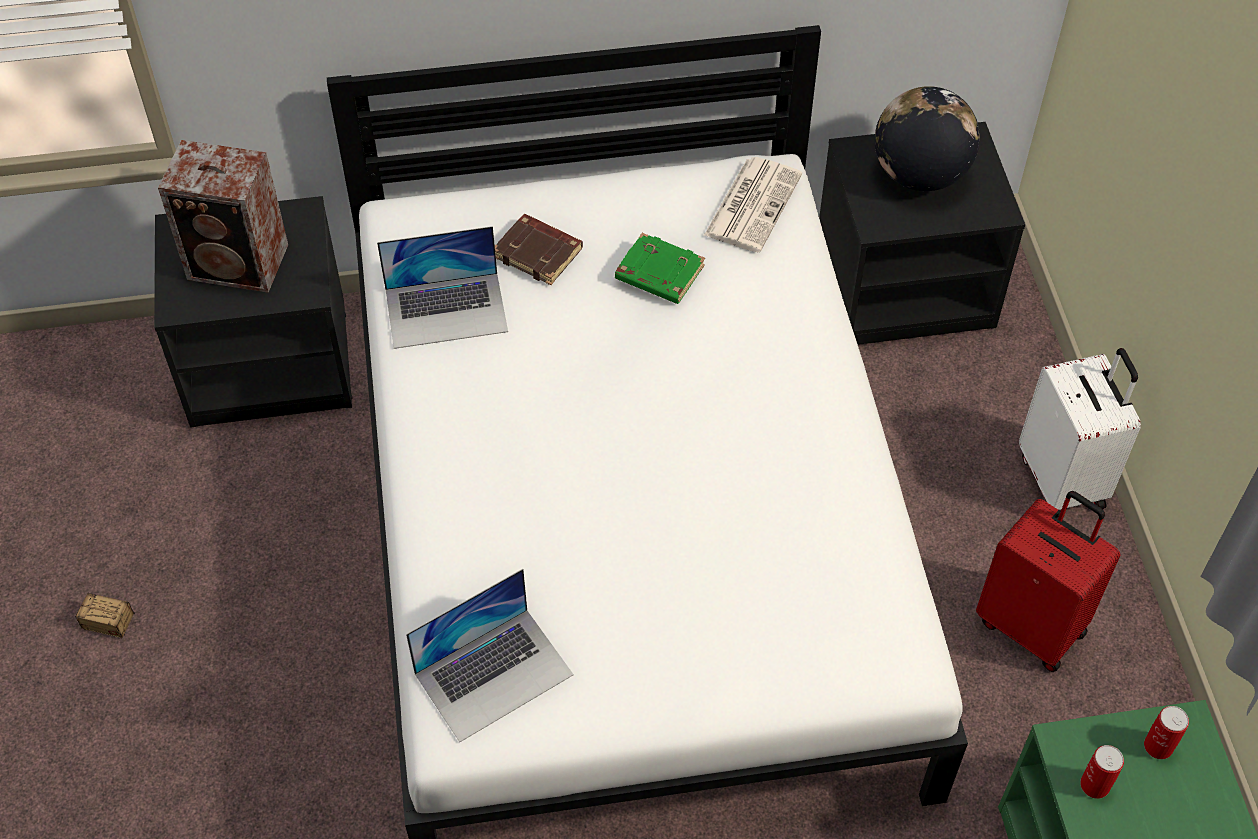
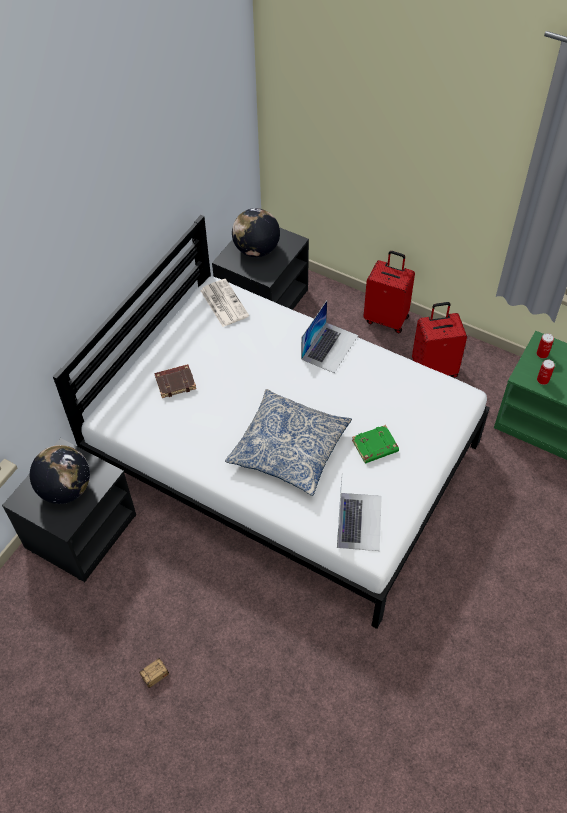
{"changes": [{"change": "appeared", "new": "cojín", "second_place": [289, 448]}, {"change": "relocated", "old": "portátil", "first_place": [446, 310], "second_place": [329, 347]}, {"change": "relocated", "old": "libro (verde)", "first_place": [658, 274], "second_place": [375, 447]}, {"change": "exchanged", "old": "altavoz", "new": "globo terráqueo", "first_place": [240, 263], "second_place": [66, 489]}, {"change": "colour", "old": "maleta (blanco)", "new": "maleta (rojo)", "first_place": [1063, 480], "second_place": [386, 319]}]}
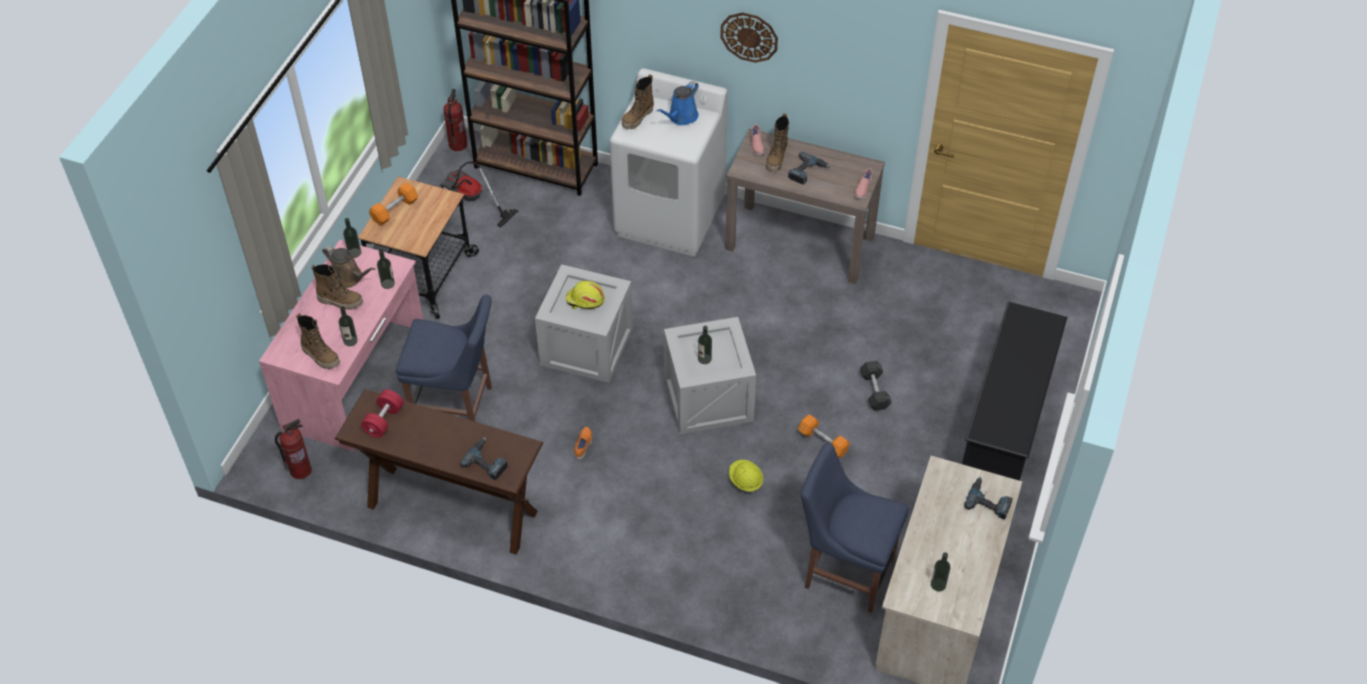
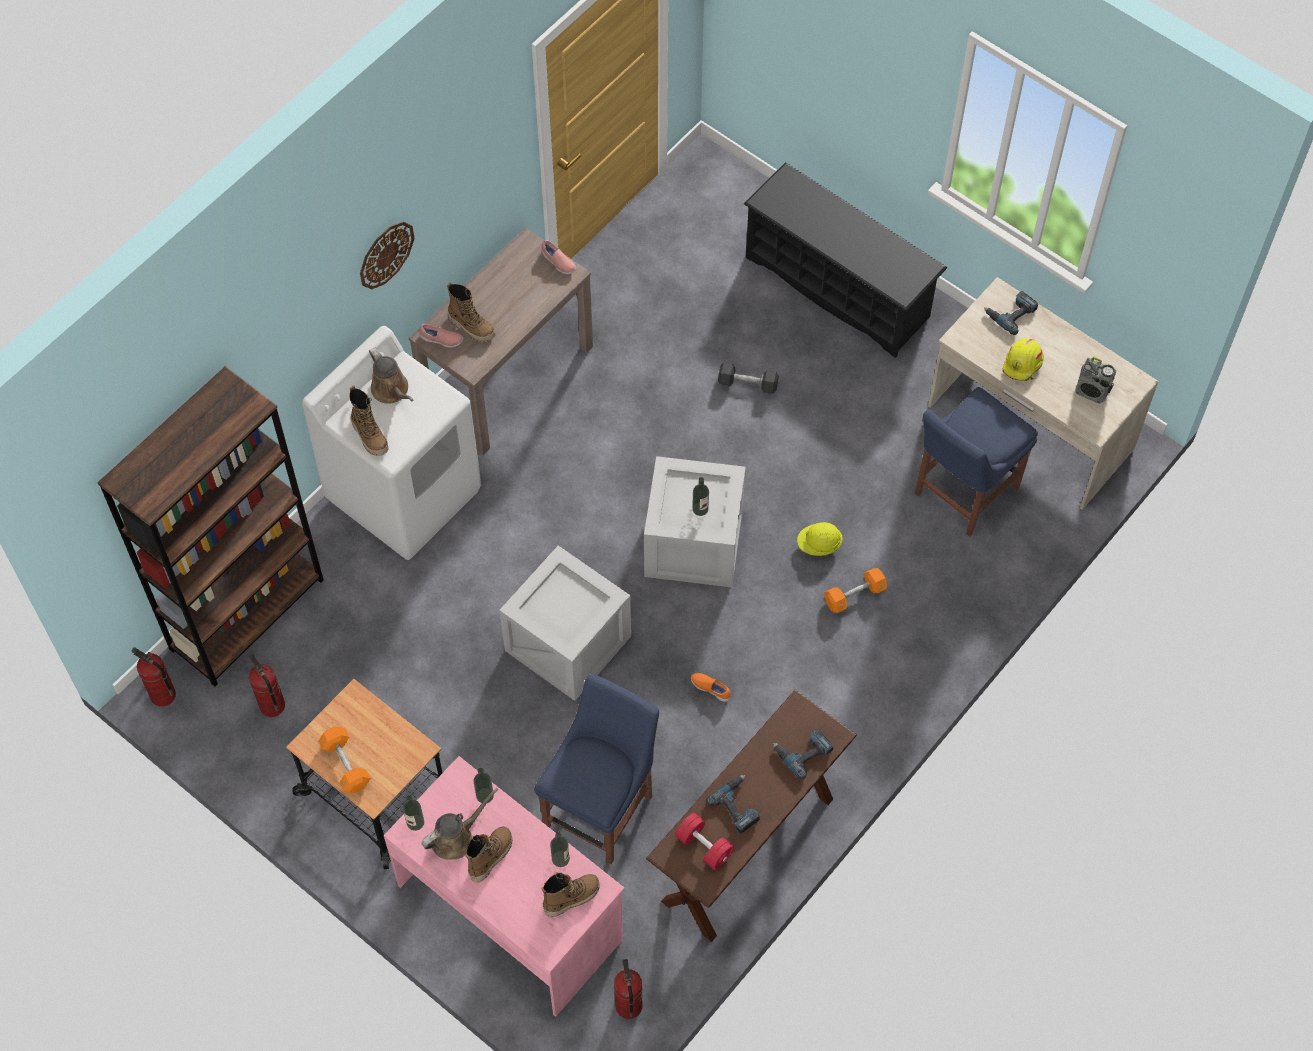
{"changes": [{"change": "relocated", "old": "casco (amarillo)", "first_place": [585, 300], "second_place": [1023, 364]}, {"change": "relocated", "old": "taladro", "first_place": [807, 172], "second_place": [738, 806]}, {"change": "relocated", "old": "mancuerna (naranja)", "first_place": [823, 442], "second_place": [854, 595]}, {"change": "exchanged", "old": "aspiradora", "new": "extintor", "first_place": [471, 200], "second_place": [271, 706]}, {"change": "exchanged", "old": "botella", "new": "radio", "first_place": [938, 584], "second_place": [1092, 392]}, {"change": "colour", "old": "regadera (azul)", "new": "regadera (marrón)", "first_place": [681, 117], "second_place": [392, 390]}]}
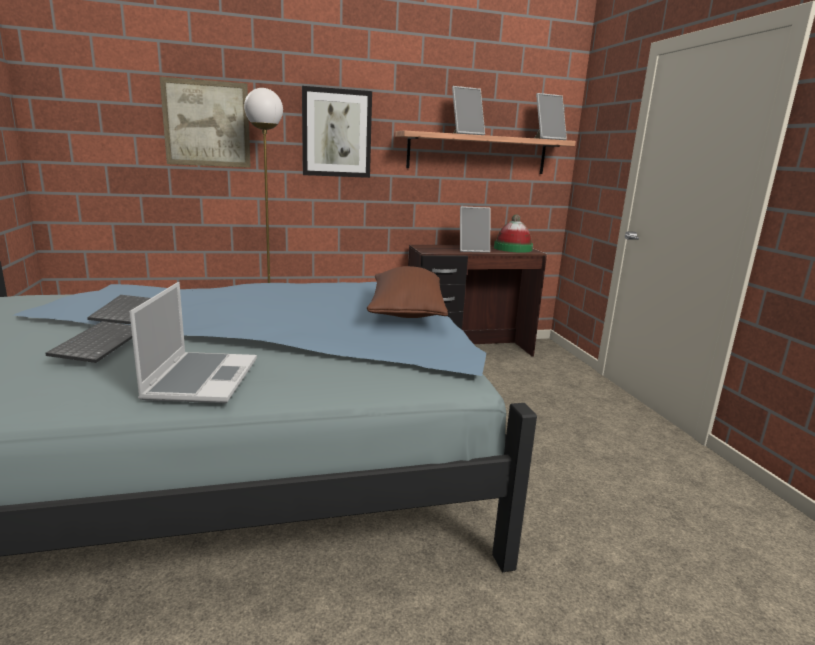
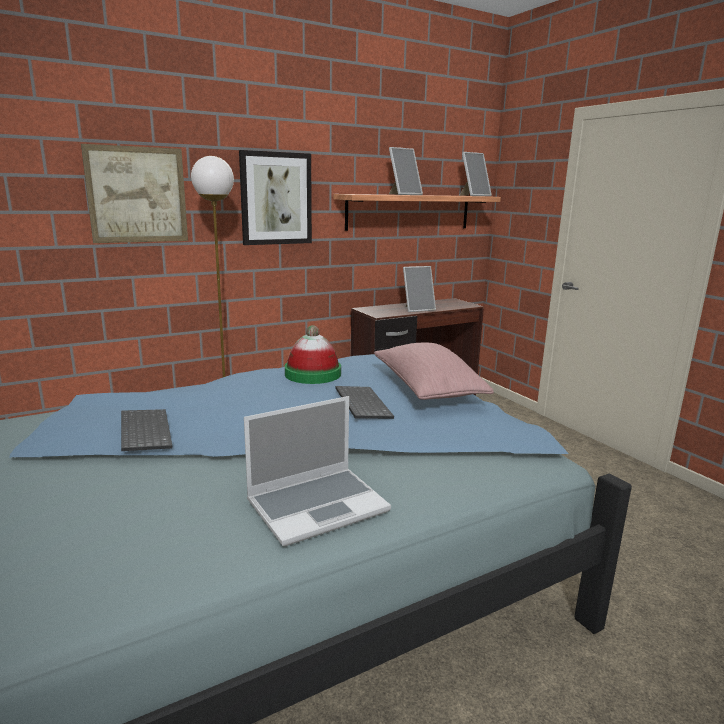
{"changes": [{"change": "relocated", "old": "teclado", "first_place": [98, 343], "second_place": [361, 404]}, {"change": "relocated", "old": "sombrero", "first_place": [513, 248], "second_place": [313, 374]}, {"change": "colour", "old": "cojín (marrón)", "new": "cojín (rosa)", "first_place": [406, 312], "second_place": [426, 389]}, {"change": "spun", "old": "portátil", "first_place": [201, 379], "second_place": [318, 505], "degrees": 75}]}
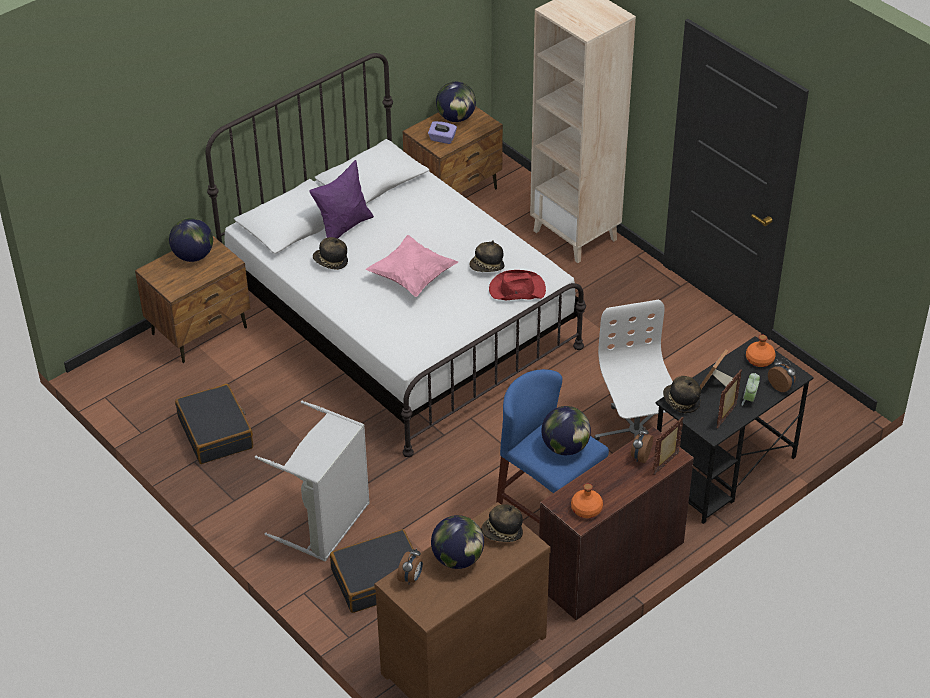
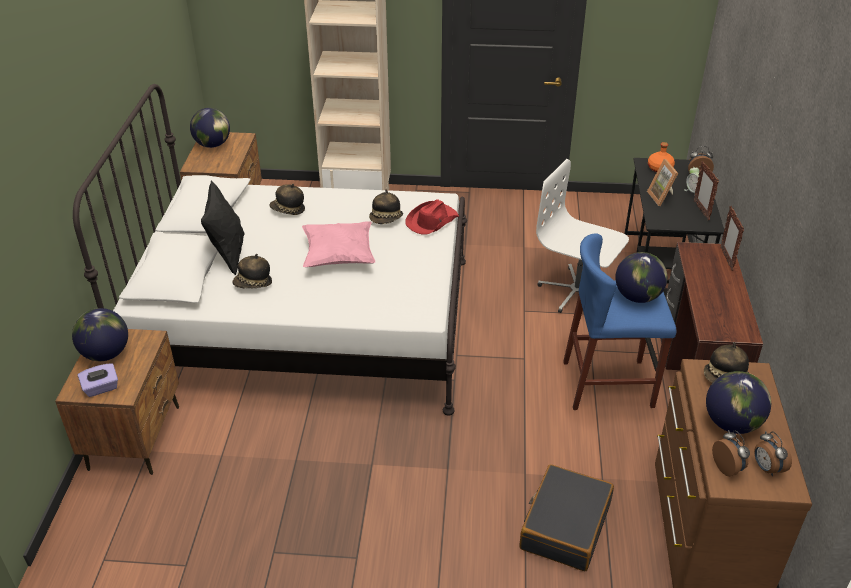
{"changes": [{"change": "missing", "old": "maleta (negro)", "first_place": [216, 432]}, {"change": "missing", "old": "cesto de la ropa (gris)", "first_place": [327, 524]}, {"change": "missing", "old": "botella (naranja)", "first_place": [586, 509]}, {"change": "relocated", "old": "caja de pañuelos (morado)", "first_place": [442, 139], "second_place": [101, 388]}, {"change": "relocated", "old": "despertador", "first_place": [640, 457], "second_place": [766, 468]}, {"change": "relocated", "old": "sombrero", "first_place": [681, 402], "second_place": [288, 210]}, {"change": "colour", "old": "cojín (morado)", "new": "cojín (negro)", "first_place": [343, 227], "second_place": [228, 254]}]}
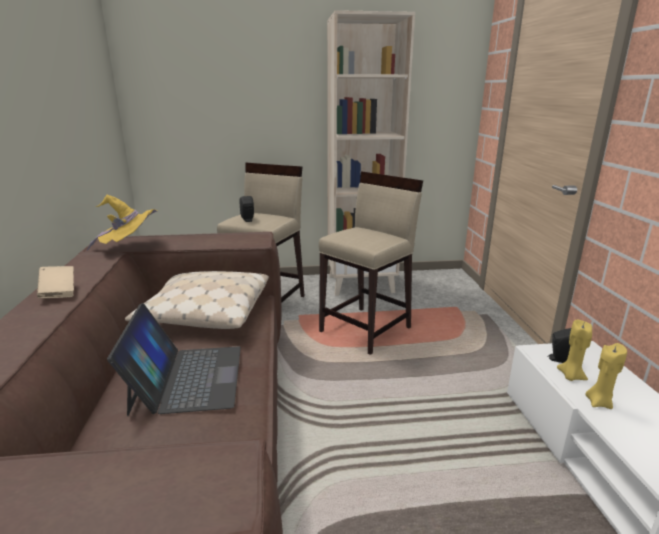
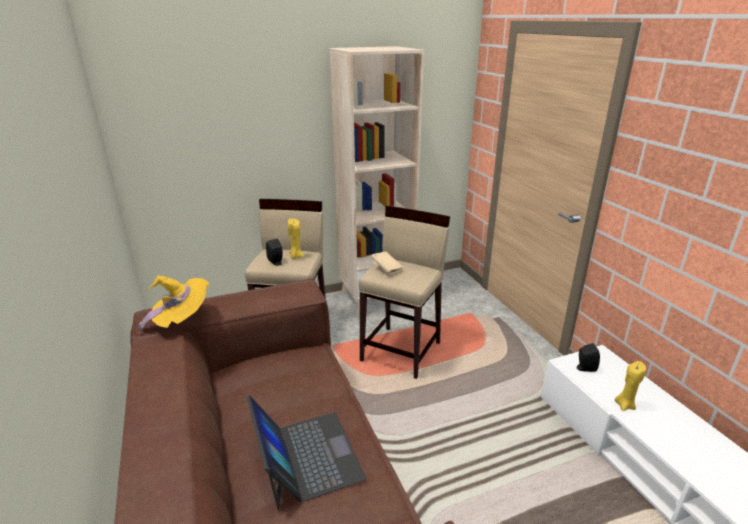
{"changes": [{"change": "missing", "old": "cojín (beis)", "first_place": [205, 313]}, {"change": "relocated", "old": "libro (beis)", "first_place": [59, 292], "second_place": [386, 269]}, {"change": "relocated", "old": "vela (amarillo)", "first_place": [570, 376], "second_place": [296, 256]}]}
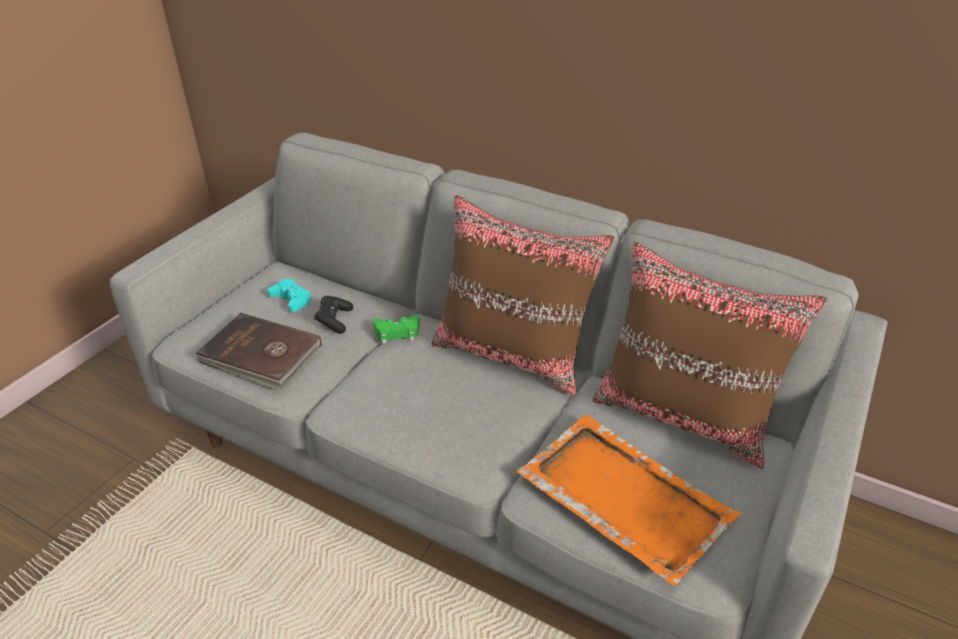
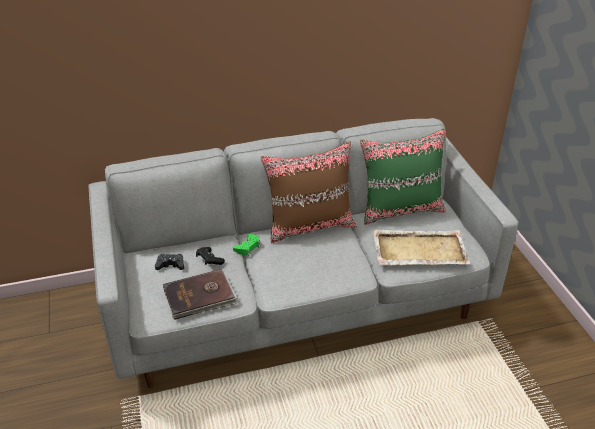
{"changes": [{"change": "colour", "old": "mando de consola (turquesa)", "new": "mando de consola (negro)", "first_place": [291, 300], "second_place": [170, 265]}, {"change": "colour", "old": "bandeja (naranja)", "new": "bandeja (beis)", "first_place": [622, 496], "second_place": [418, 250]}, {"change": "colour", "old": "cojín (marrón)", "new": "cojín (verde)", "first_place": [683, 416], "second_place": [401, 210]}]}
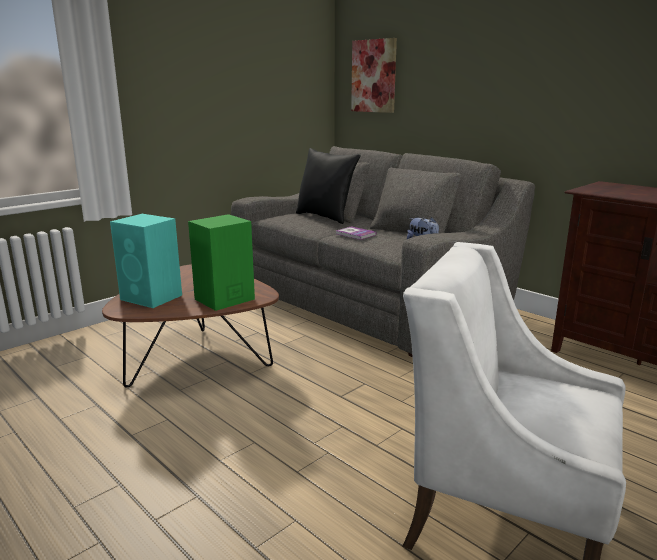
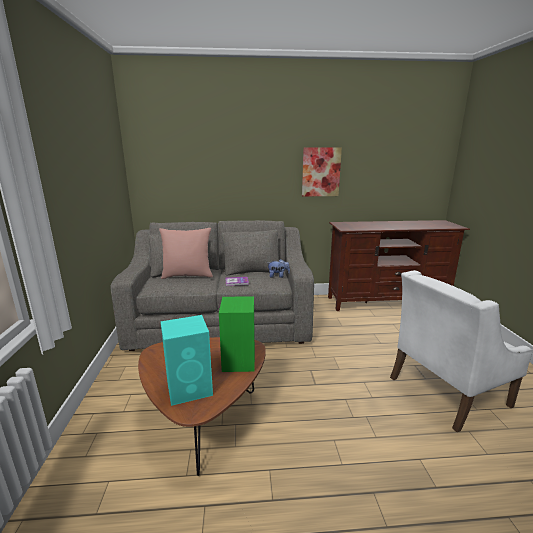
{"changes": [{"change": "relocated", "old": "cuadro", "first_place": [374, 76], "second_place": [321, 172]}, {"change": "colour", "old": "cojín (negro)", "new": "cojín (rosa)", "first_place": [325, 217], "second_place": [187, 275]}]}
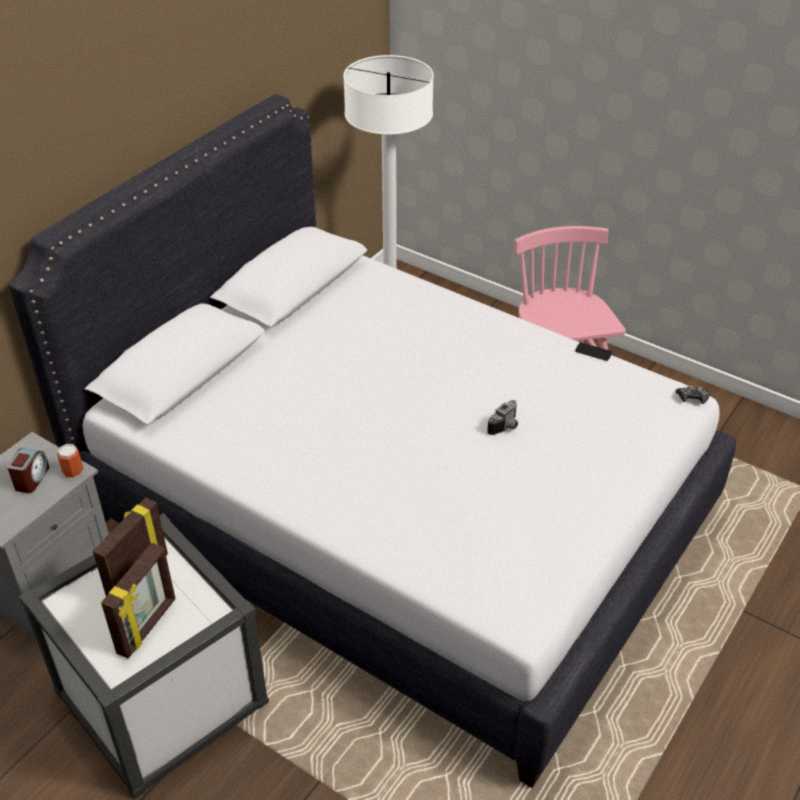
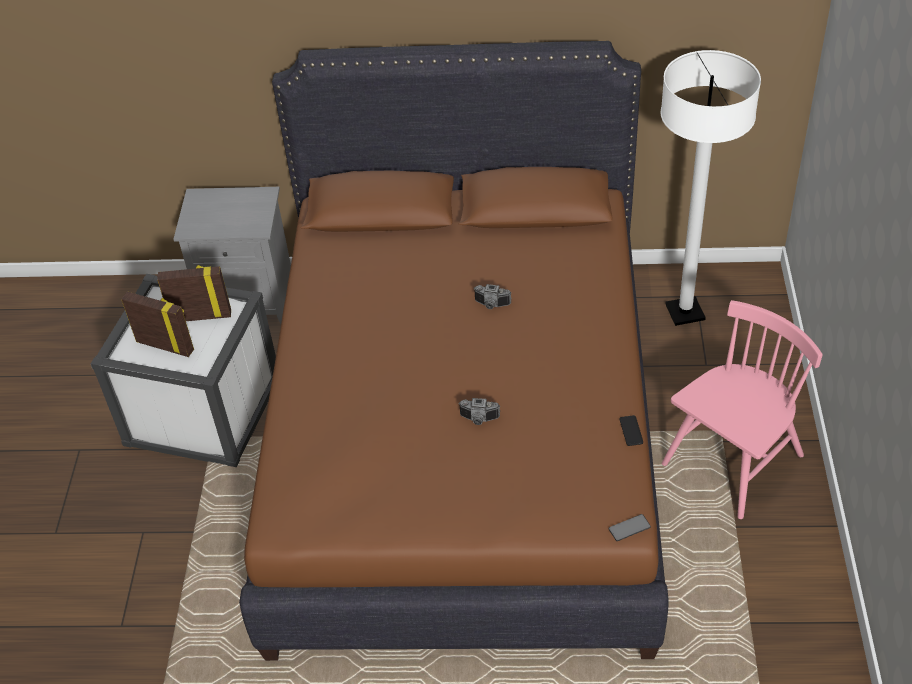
{"changes": [{"change": "missing", "old": "despertador", "first_place": [31, 479]}, {"change": "missing", "old": "lata", "first_place": [73, 471]}, {"change": "appeared", "new": "cámara", "second_place": [491, 305]}, {"change": "exchanged", "old": "mando de consola", "new": "móvil", "first_place": [692, 399], "second_place": [629, 528]}, {"change": "colour", "old": "cama (blanco)", "new": "cama (marrón)", "first_place": [397, 517], "second_place": [462, 442]}, {"change": "spun", "old": "portarretratos", "first_place": [148, 626], "second_place": [165, 345], "degrees": -150}]}
